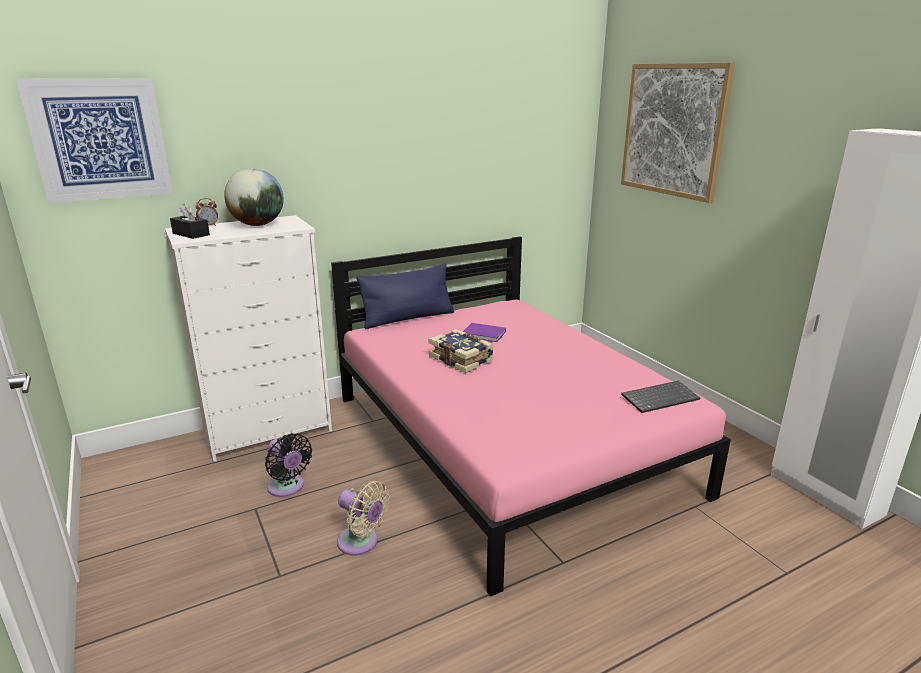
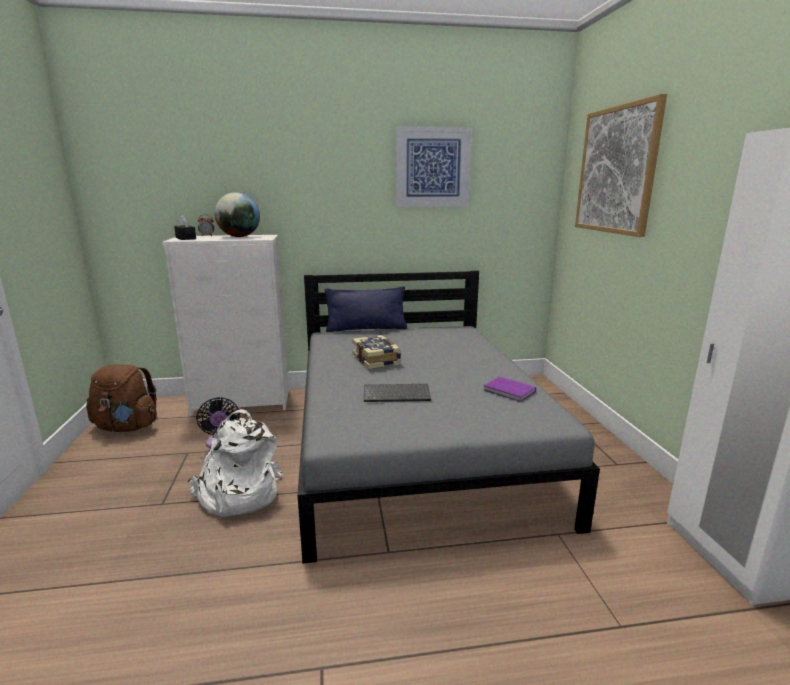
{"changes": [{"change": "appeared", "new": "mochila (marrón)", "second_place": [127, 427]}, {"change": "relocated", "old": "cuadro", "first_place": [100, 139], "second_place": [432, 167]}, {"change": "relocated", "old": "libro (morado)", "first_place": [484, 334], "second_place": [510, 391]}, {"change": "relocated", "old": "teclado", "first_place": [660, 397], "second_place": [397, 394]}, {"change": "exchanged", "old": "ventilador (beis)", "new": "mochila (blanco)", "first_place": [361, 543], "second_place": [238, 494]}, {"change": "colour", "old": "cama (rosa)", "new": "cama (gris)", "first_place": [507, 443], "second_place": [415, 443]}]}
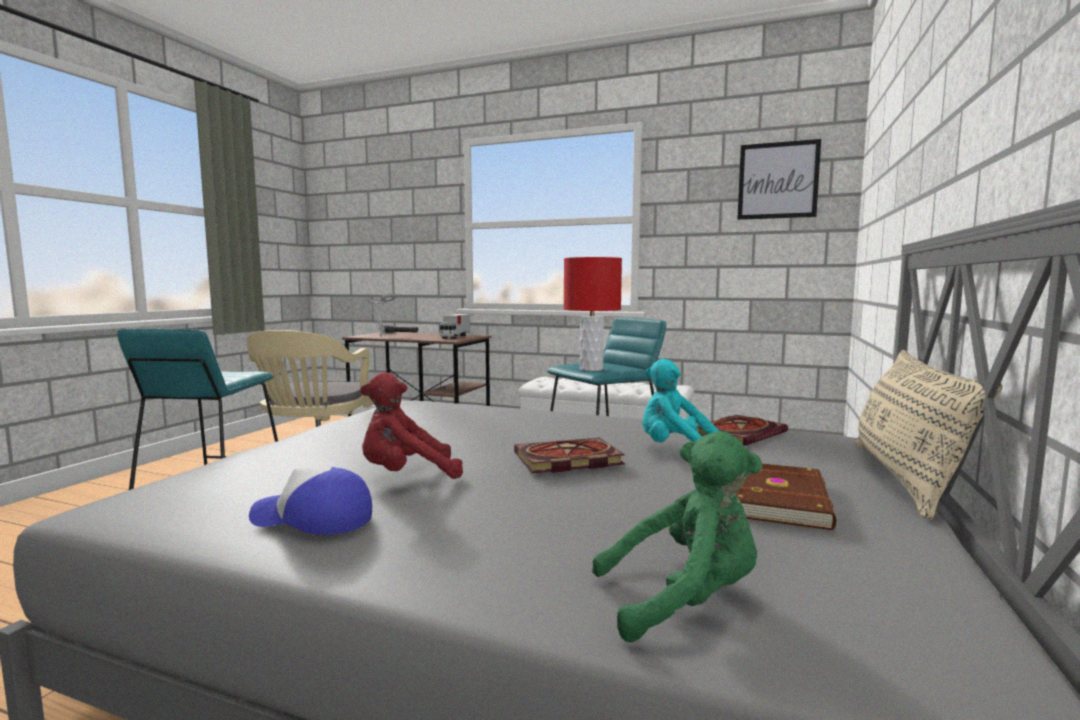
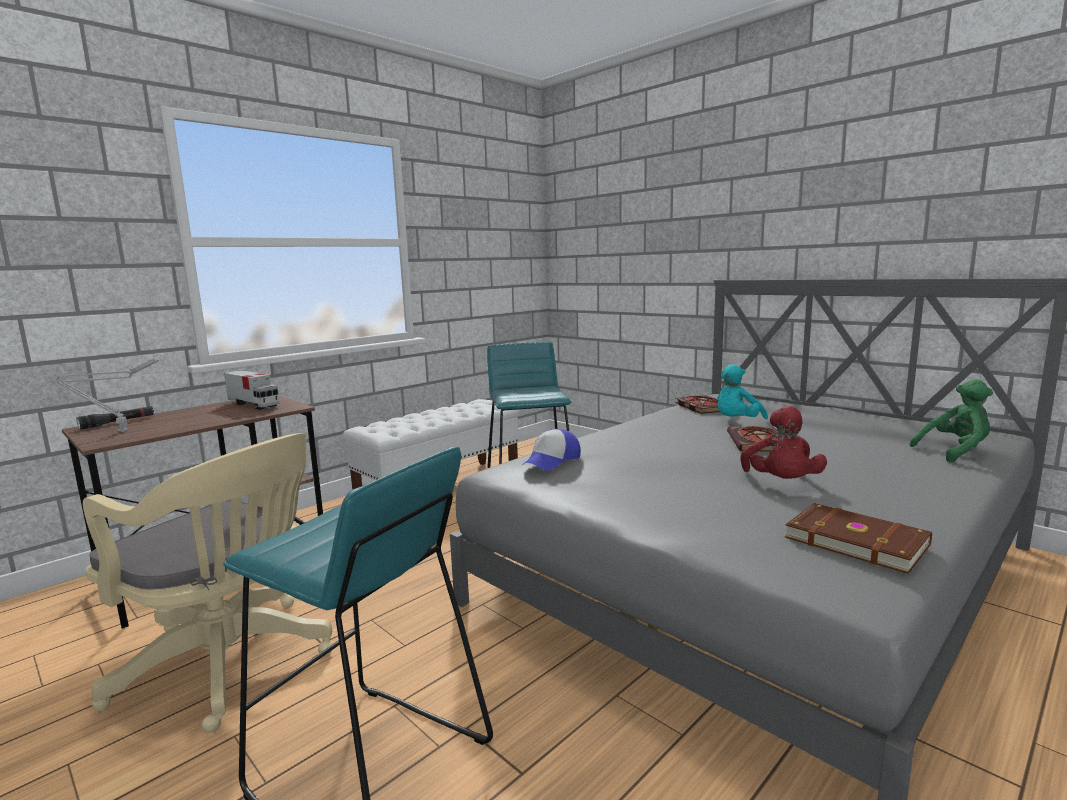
{"changes": [{"change": "missing", "old": "lámpara de mesa (rojo)", "first_place": [591, 369]}, {"change": "missing", "old": "cuadro", "first_place": [778, 180]}, {"change": "missing", "old": "cojín (beis)", "first_place": [904, 478]}, {"change": "relocated", "old": "gorra", "first_place": [313, 519], "second_place": [552, 460]}, {"change": "relocated", "old": "libro (marrón)", "first_place": [780, 499], "second_place": [856, 540]}, {"change": "spun", "old": "peluche (verde)", "first_place": [684, 601], "second_place": [955, 452], "degrees": 60}]}
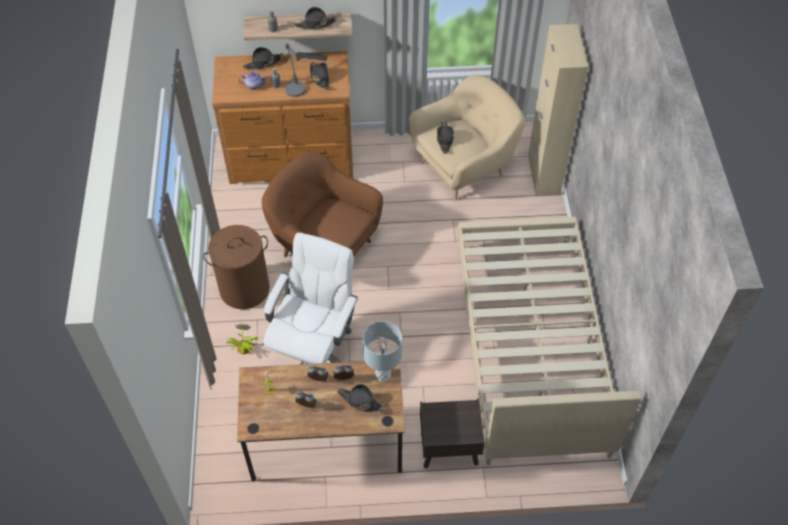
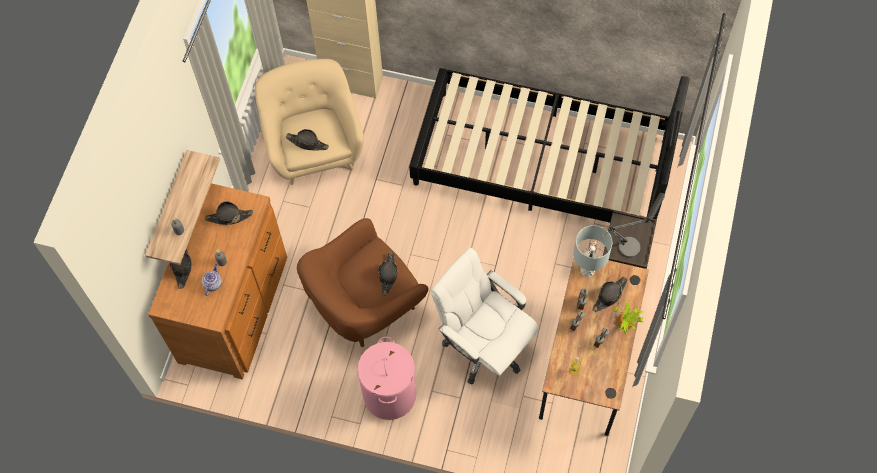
{"changes": [{"change": "relocated", "old": "planta en maceta", "first_place": [243, 348], "second_place": [625, 322]}, {"change": "relocated", "old": "lámpara de mesa", "first_place": [301, 91], "second_place": [633, 242]}, {"change": "relocated", "old": "sombrero (negro)", "first_place": [316, 24], "second_place": [388, 275]}, {"change": "colour", "old": "cesto de la ropa (marrón)", "new": "cesto de la ropa (rosa)", "first_place": [244, 289], "second_place": [390, 394]}, {"change": "colour", "old": "cama (beis)", "new": "cama (negro)", "first_place": [529, 346], "second_place": [542, 163]}]}
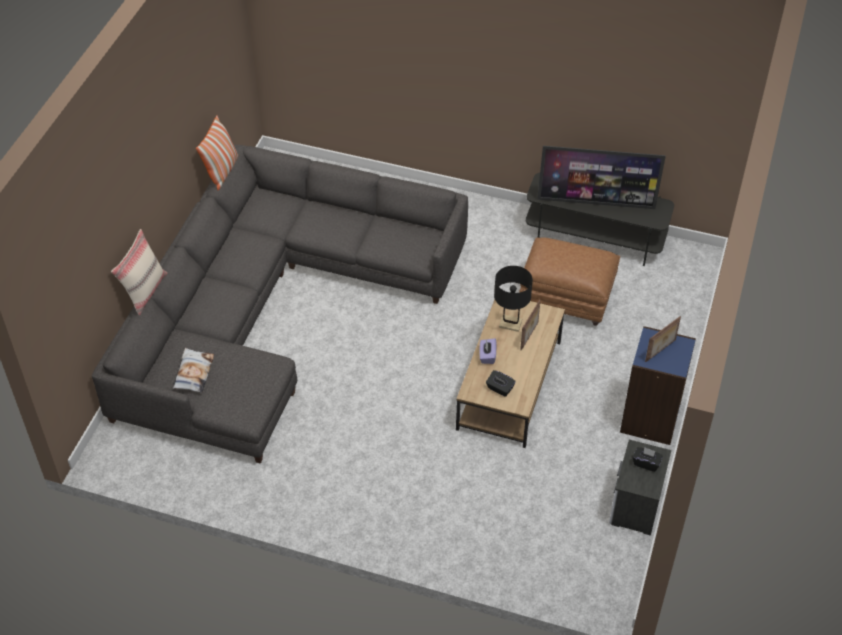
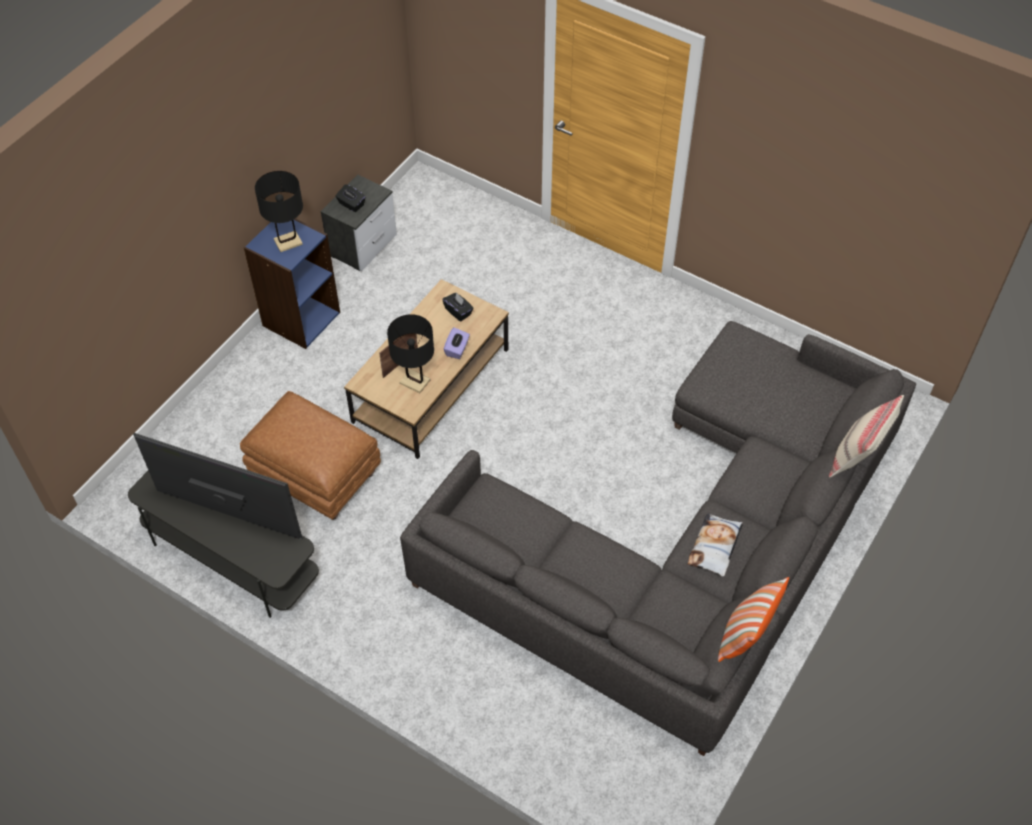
{"changes": [{"change": "relocated", "old": "cojín", "first_place": [193, 373], "second_place": [715, 547]}, {"change": "exchanged", "old": "portarretratos", "new": "lámpara de mesa (negro)", "first_place": [661, 351], "second_place": [288, 242]}]}
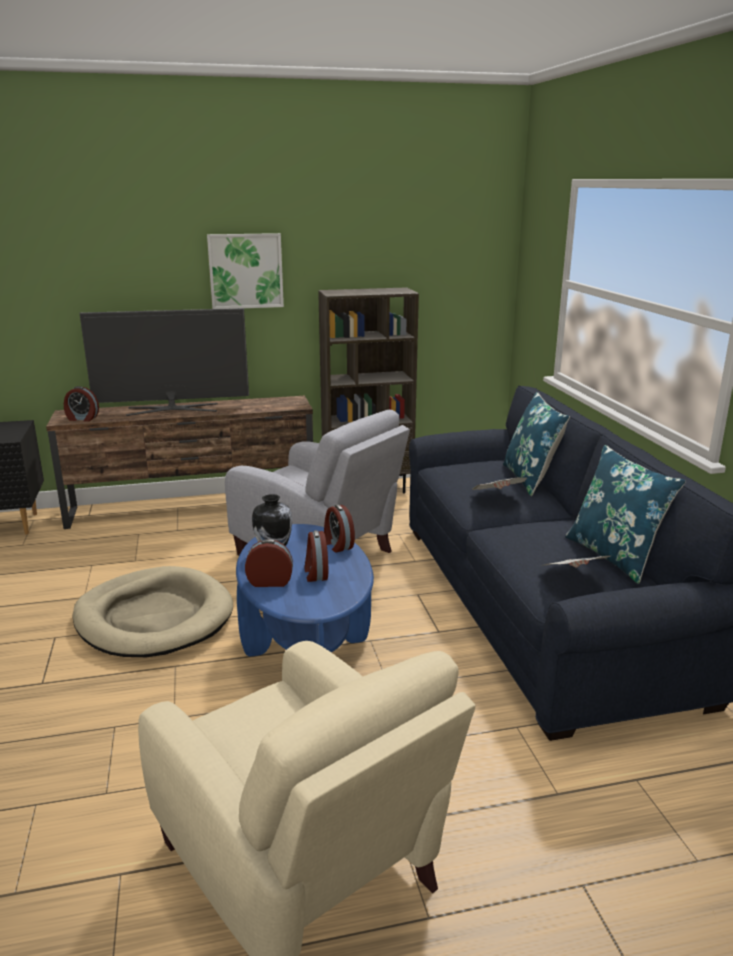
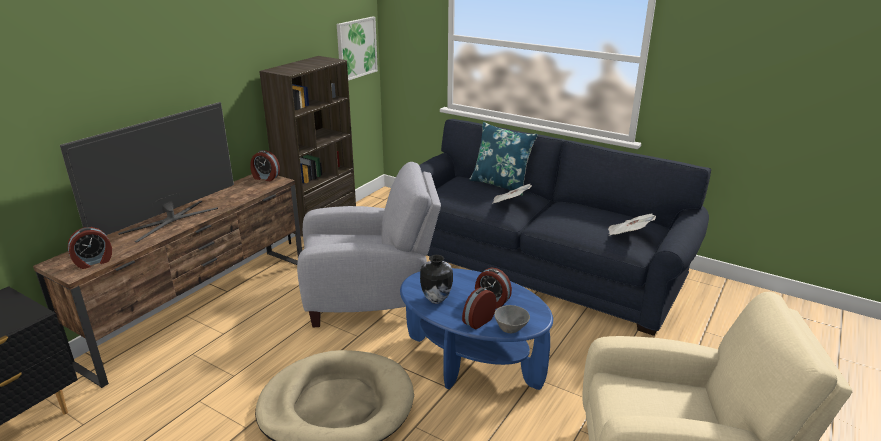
{"changes": [{"change": "missing", "old": "cojín (azul)", "first_place": [614, 556]}, {"change": "appeared", "new": "cuenco (gris)", "second_place": [511, 329]}, {"change": "relocated", "old": "cuadro", "first_place": [246, 271], "second_place": [356, 48]}, {"change": "relocated", "old": "despertador", "first_place": [337, 545], "second_place": [265, 178]}]}
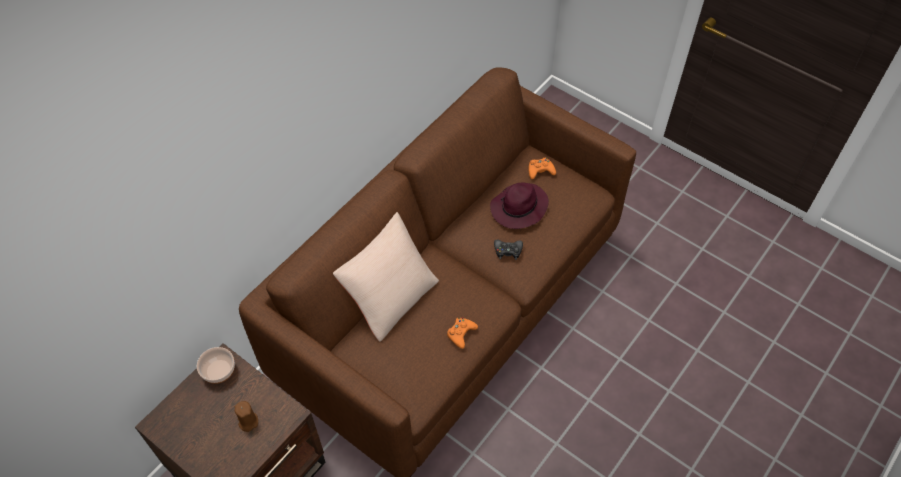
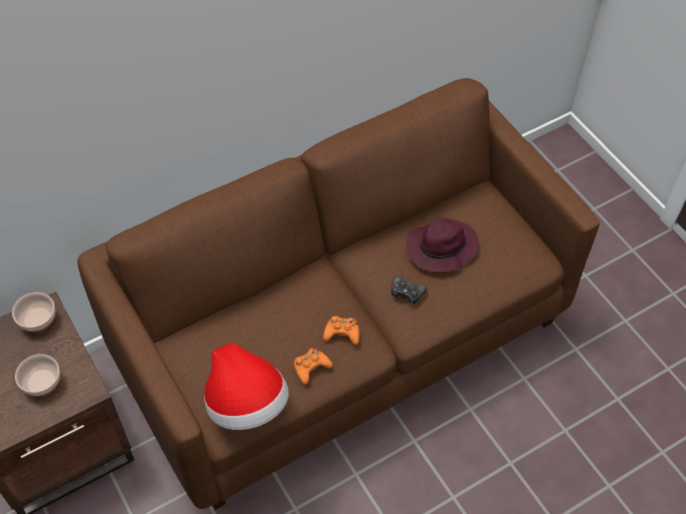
{"changes": [{"change": "missing", "old": "cojín (beis)", "first_place": [390, 296]}, {"change": "appeared", "new": "sombrero", "second_place": [246, 403]}, {"change": "relocated", "old": "mando de consola (naranja)", "first_place": [540, 171], "second_place": [342, 333]}, {"change": "exchanged", "old": "vela (marrón)", "new": "cuenco", "first_place": [248, 421], "second_place": [42, 383]}]}
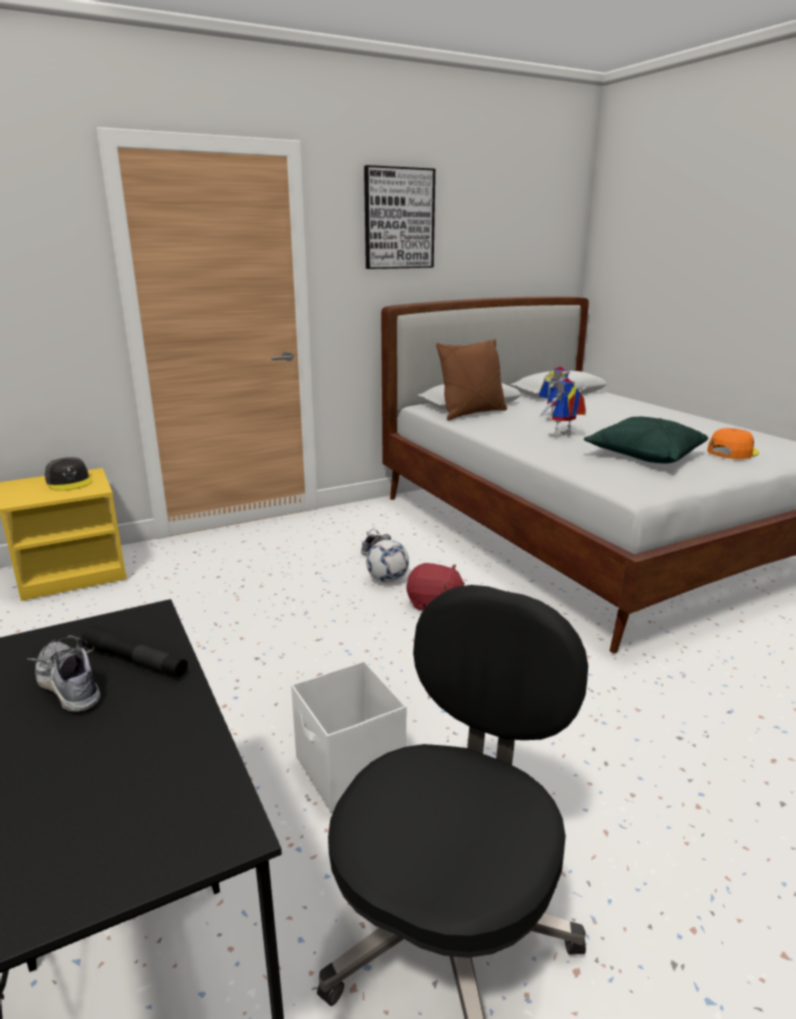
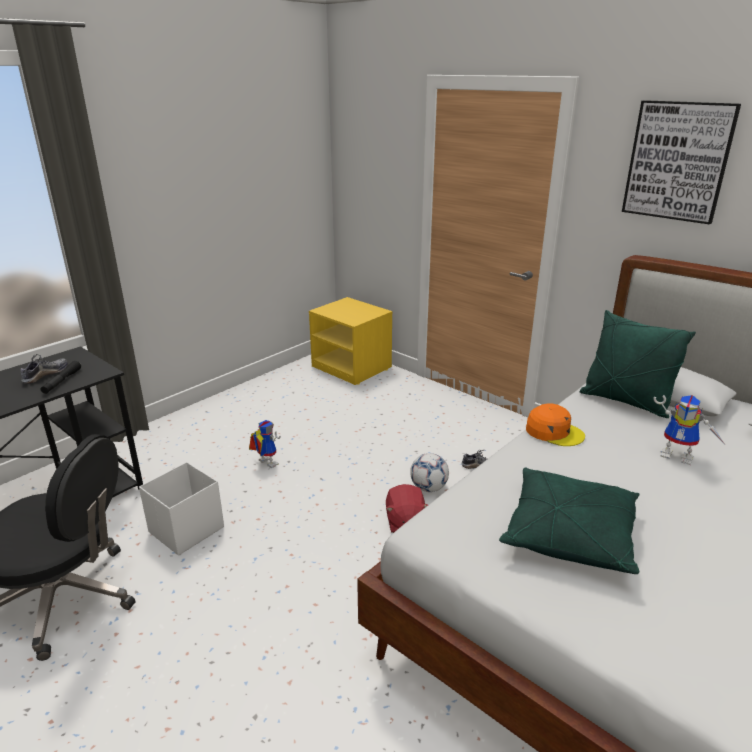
{"changes": [{"change": "missing", "old": "gorra (gris)", "first_place": [69, 482]}, {"change": "relocated", "old": "robot de juguete", "first_place": [562, 436], "second_place": [264, 463]}, {"change": "relocated", "old": "gorra (naranja)", "first_place": [732, 452], "second_place": [554, 432]}, {"change": "colour", "old": "cojín (marrón)", "new": "cojín (verde)", "first_place": [472, 413], "second_place": [625, 401]}]}
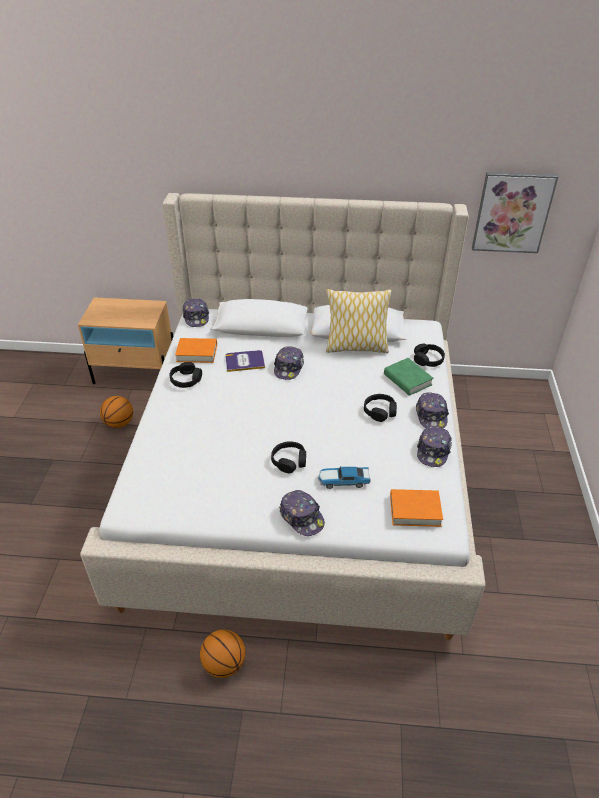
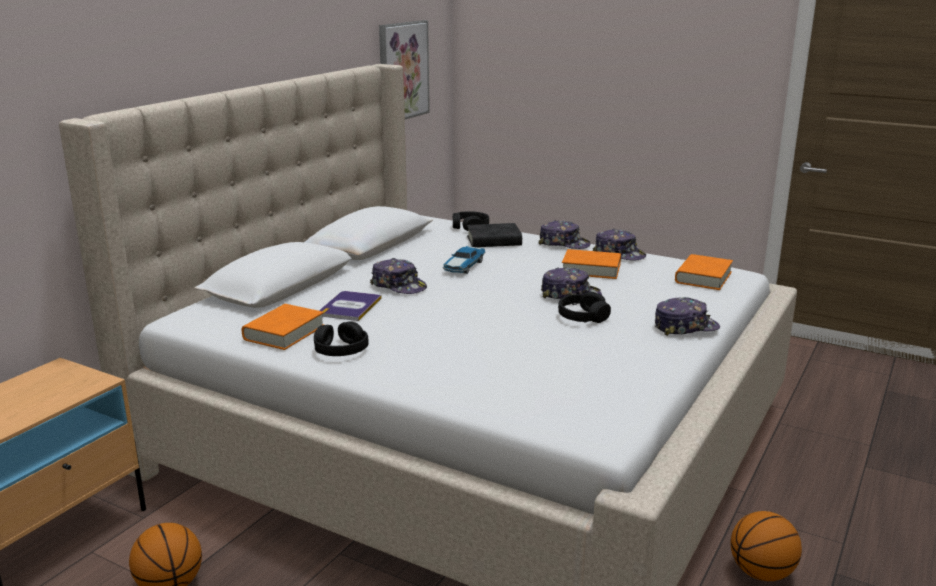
{"changes": [{"change": "missing", "old": "cojín", "first_place": [356, 347]}, {"change": "missing", "old": "auriculares (negro)", "first_place": [380, 411]}, {"change": "appeared", "new": "libro (naranja)", "second_place": [591, 269]}, {"change": "relocated", "old": "gorra", "first_place": [196, 317], "second_place": [570, 295]}, {"change": "relocated", "old": "coche de juguete", "first_place": [343, 480], "second_place": [463, 266]}, {"change": "colour", "old": "libro (verde)", "new": "libro (negro)", "first_place": [407, 380], "second_place": [494, 241]}]}
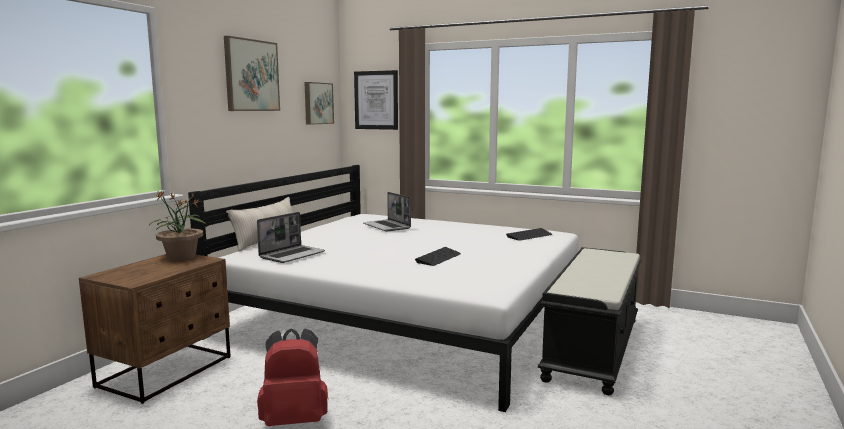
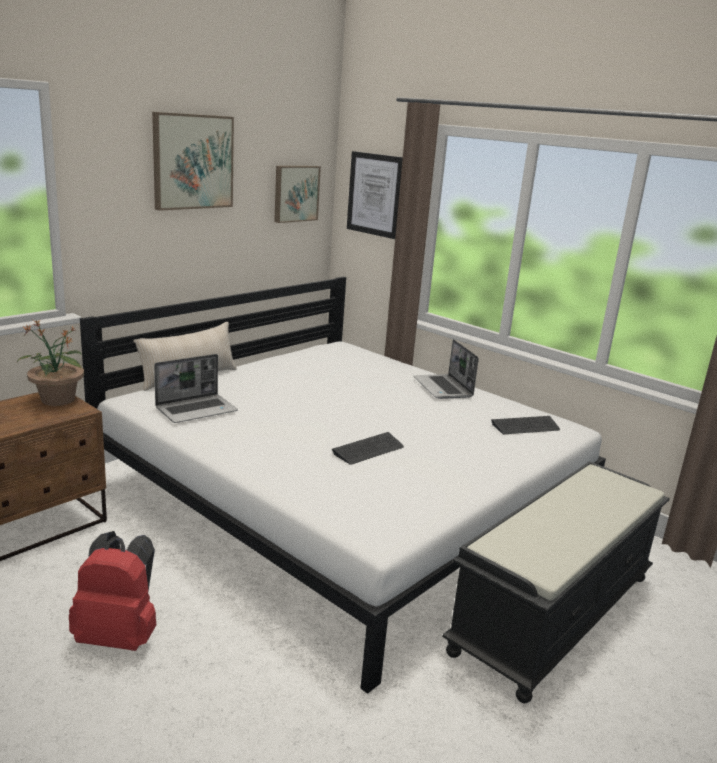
{"changes": [{"change": "relocated", "old": "portátil", "first_place": [387, 226], "second_place": [443, 388]}]}
